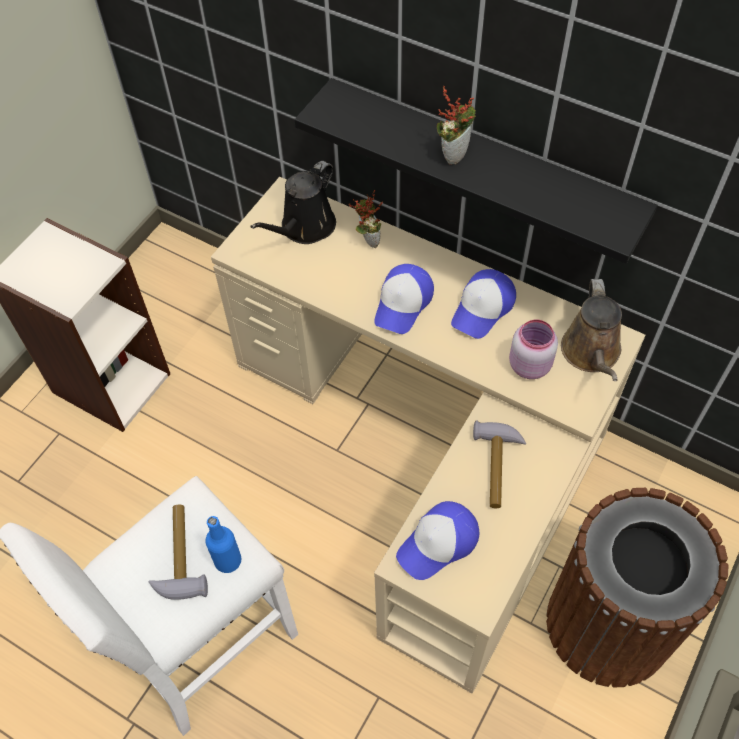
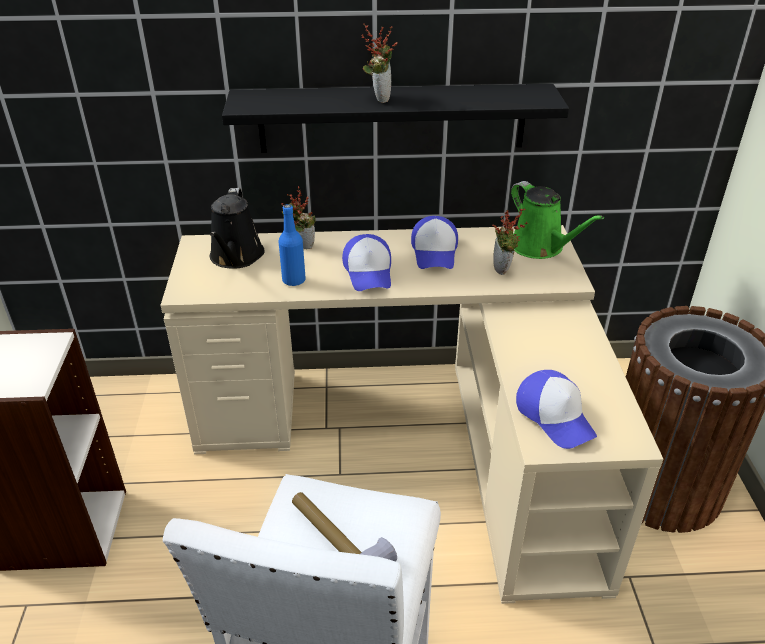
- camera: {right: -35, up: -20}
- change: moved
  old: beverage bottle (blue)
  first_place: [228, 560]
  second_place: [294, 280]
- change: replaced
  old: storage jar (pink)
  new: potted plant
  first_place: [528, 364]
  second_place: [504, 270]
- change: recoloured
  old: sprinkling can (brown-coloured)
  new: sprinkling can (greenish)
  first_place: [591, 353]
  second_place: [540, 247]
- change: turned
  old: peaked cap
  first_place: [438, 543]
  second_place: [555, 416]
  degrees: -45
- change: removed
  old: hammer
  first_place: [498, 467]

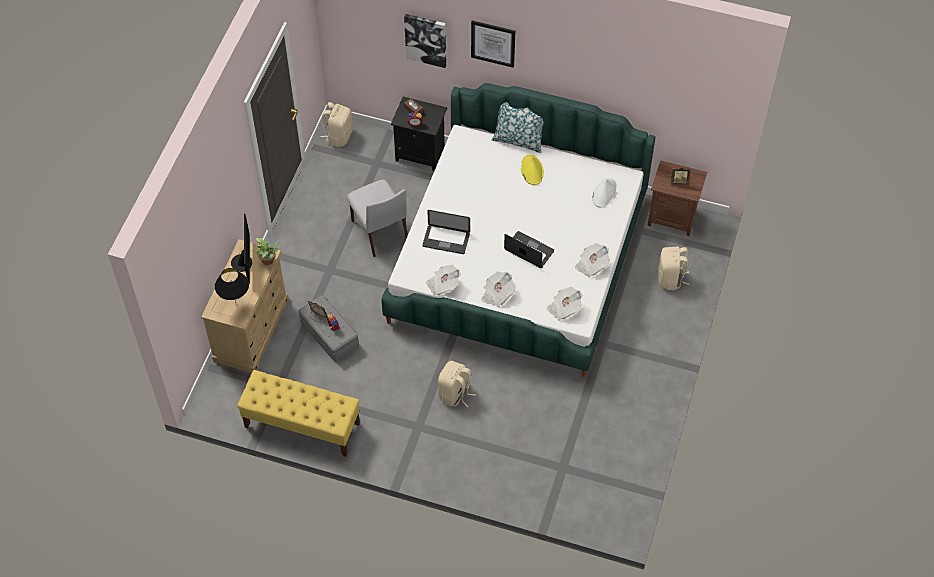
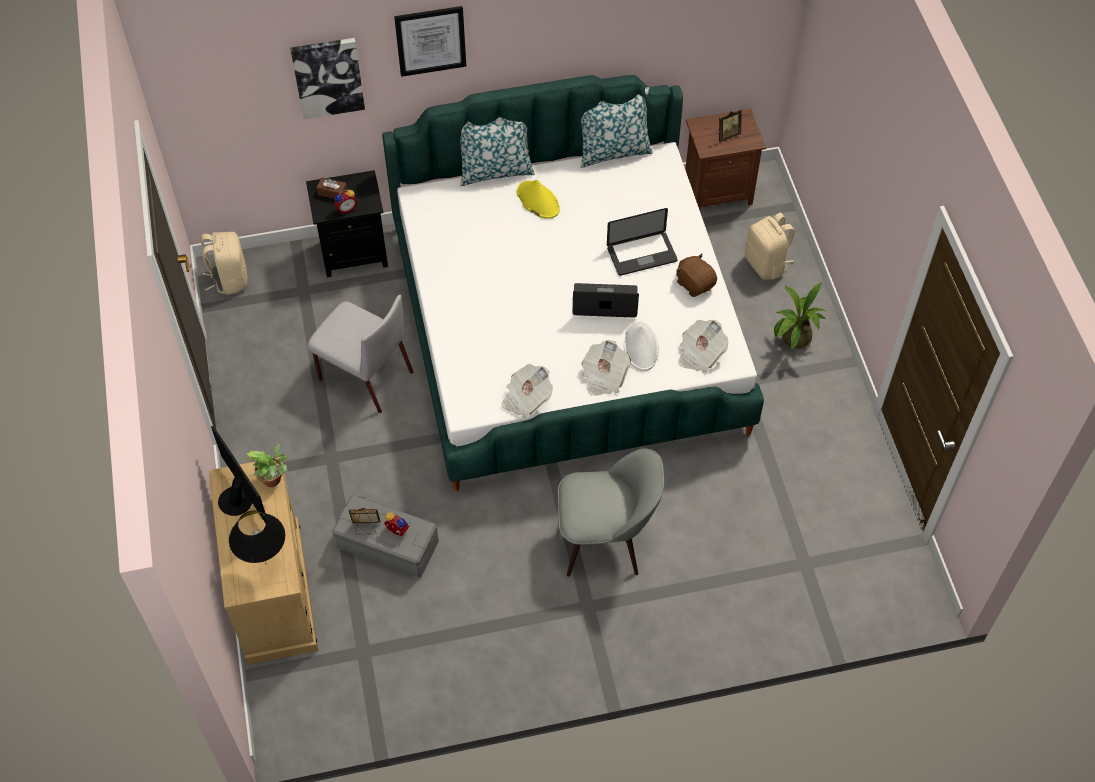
- camera: {right: -30, up: 0}
- change: replaced
  old: rucksack (sand-coloured)
  new: plain chair (grey)
  first_place: [455, 394]
  second_place: [605, 539]
- change: added
  new: throw pillow
  second_place: [613, 151]
- change: moved
  old: portable computer
  first_place: [446, 240]
  second_place: [641, 254]
- change: moved
  old: clothing hat (white-coloured)
  first_place: [604, 193]
  second_place: [640, 347]
- change: replaced
  old: daily paper
  new: soft toy (brown-coloured)
  first_place: [591, 265]
  second_place: [695, 284]
- change: added
  new: potted plant
  second_place: [793, 340]
- change: removed
  old: long seat (yellow-coloured)
  first_place: [301, 425]

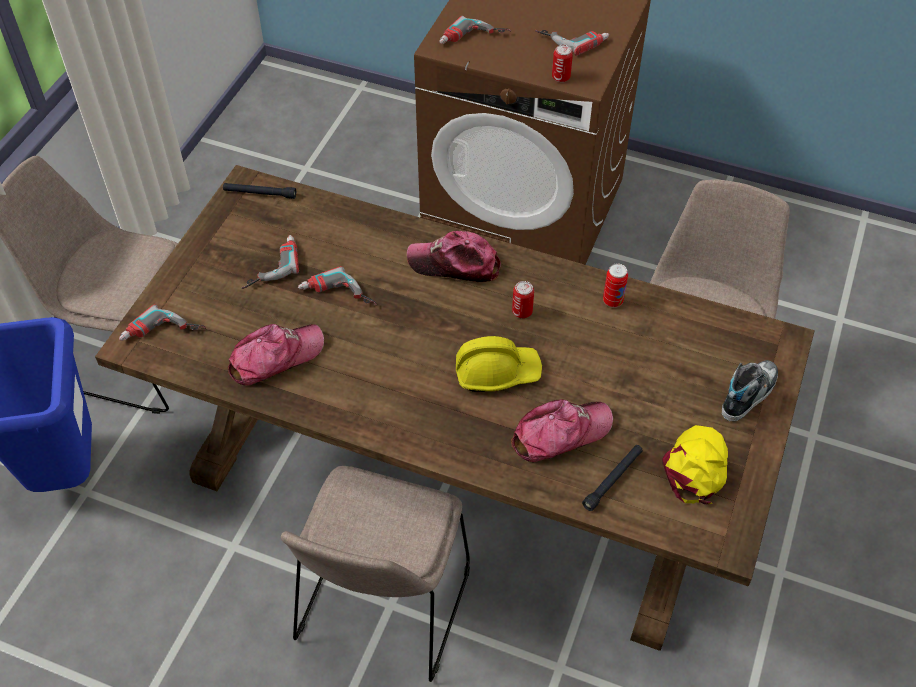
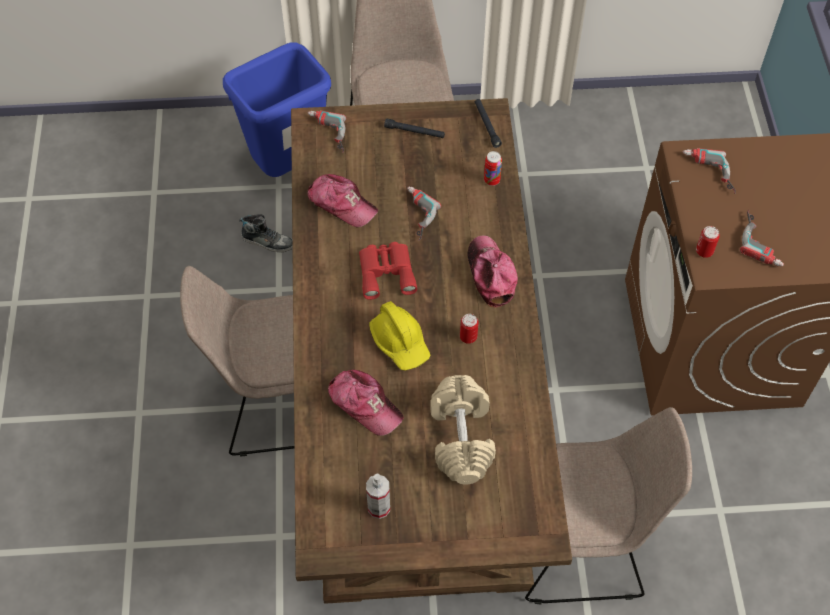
- camera: {right: 65, up: 5}
- change: moved
  old: item of footwear
  first_place: [748, 394]
  second_place: [267, 241]
- change: added
  new: pair of binoculars (red)
  second_place: [386, 271]
- change: replaced
  old: peaked cap (yellow-coloured)
  new: hand sprayer
  first_place: [696, 467]
  second_place: [379, 508]
- change: moved
  old: flashlight (black)
  first_place: [613, 479]
  second_place: [414, 132]
- change: added
  new: free weight (sand-coloured)
  second_place: [462, 438]
- change: moved
  old: can
  first_place: [612, 301]
  second_place: [491, 180]
- change: removed
  old: electric drill
  first_place: [269, 265]

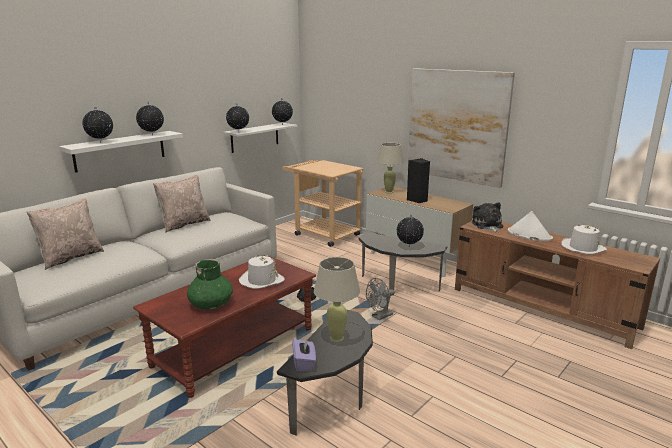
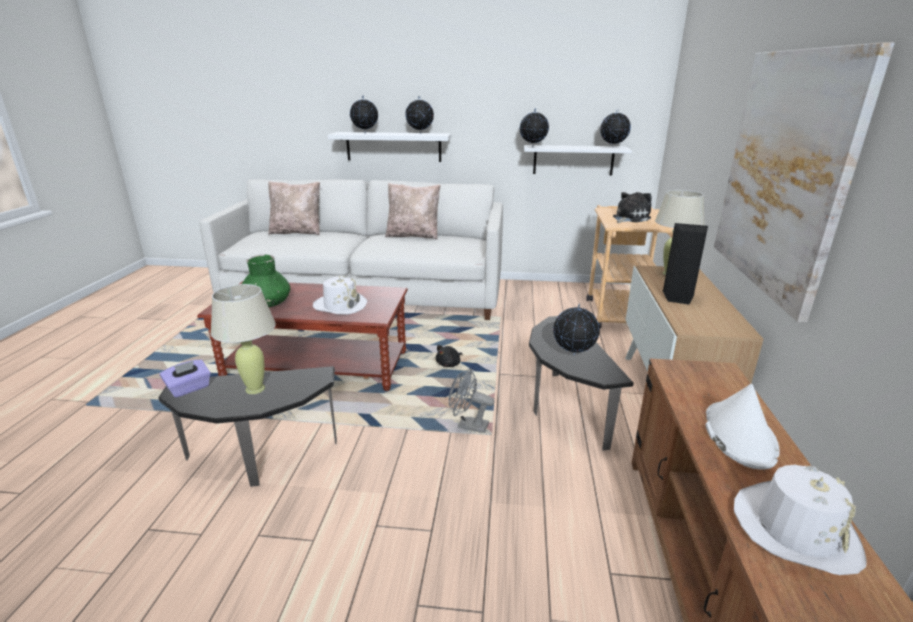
- camera: {right: 55, up: 5}
- change: moved
  old: soft toy
  first_place: [487, 225]
  second_place: [629, 218]

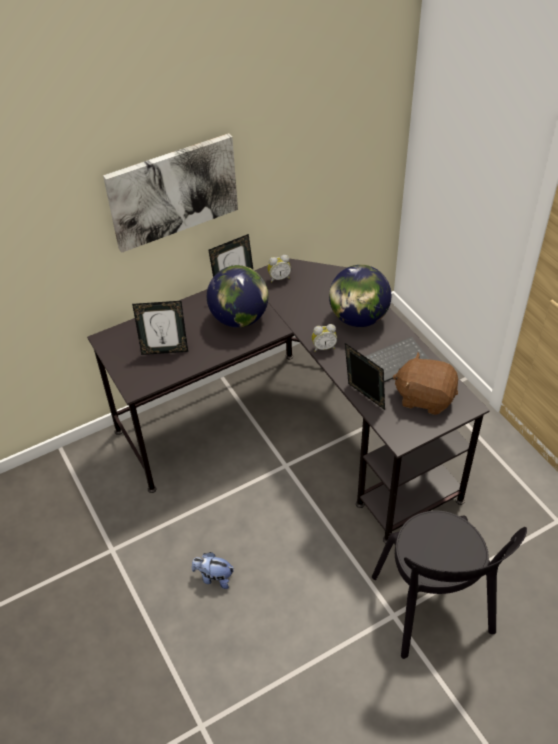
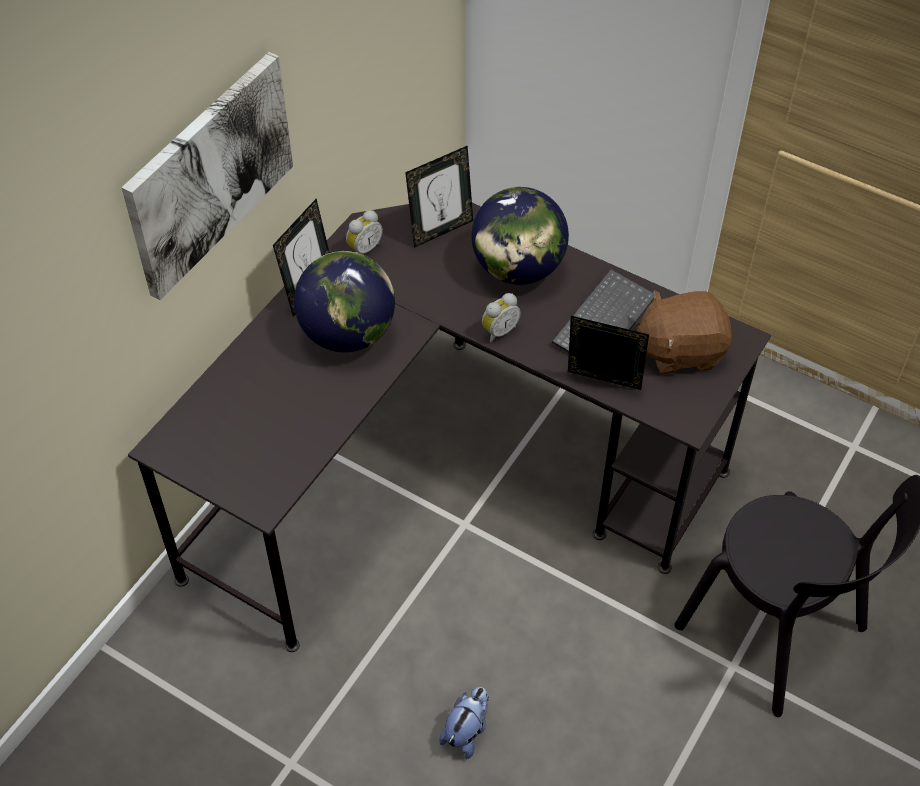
- camera: {right: -30, up: 5}
- change: moved
  old: picture frame
  first_place: [164, 350]
  second_place: [440, 230]
- change: turned
  old: soft toy
  first_place: [214, 577]
  second_place: [467, 731]
  degrees: 135

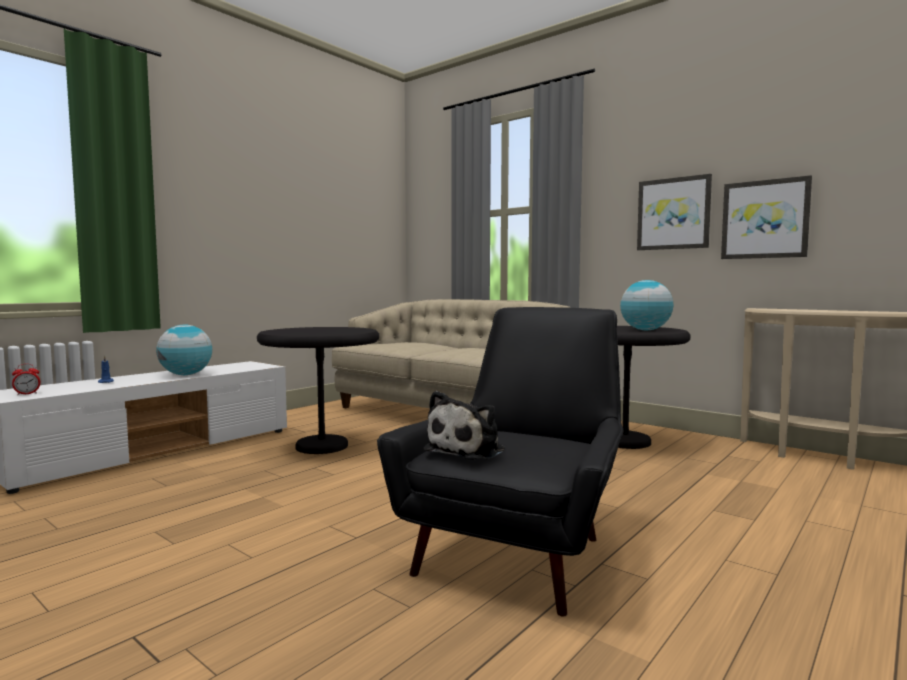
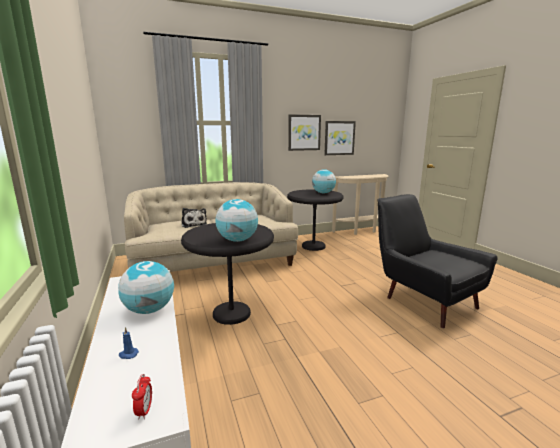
- camera: {right: -60, up: 10}
- change: moved
  old: soft toy
  first_place: [468, 450]
  second_place: [193, 224]
- change: added
  new: globe
  second_place: [237, 240]

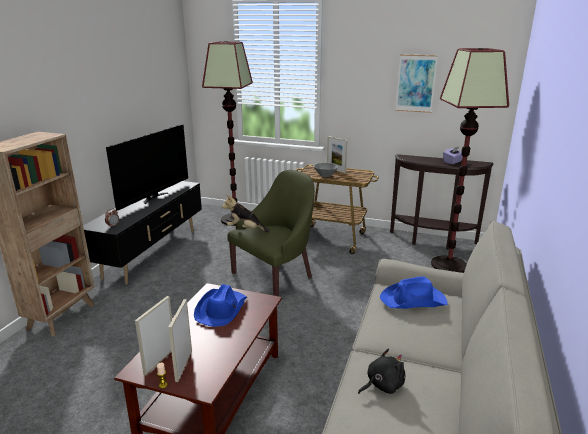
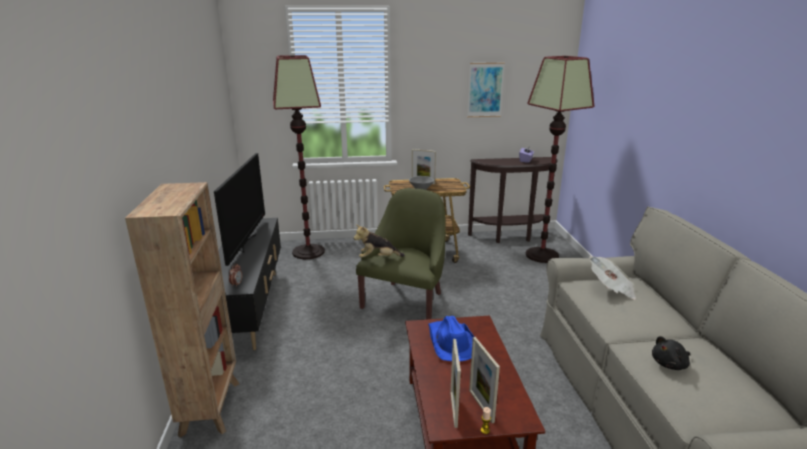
- camera: {right: -25, up: 0}
- change: replaced
  old: clothing hat (blue)
  new: daily paper
  first_place: [414, 300]
  second_place: [611, 289]
- change: turned
  old: soft toy (black)
  first_place: [382, 385]
  second_place: [670, 364]
  degrees: -150

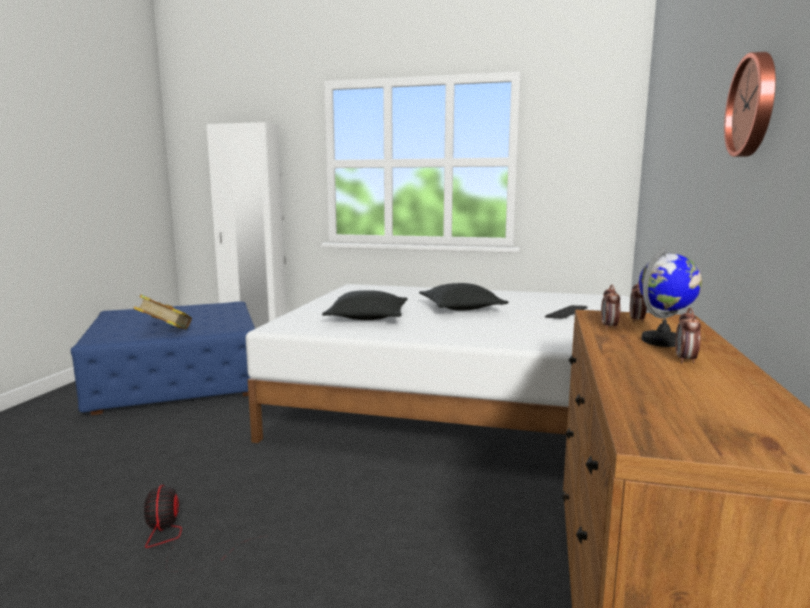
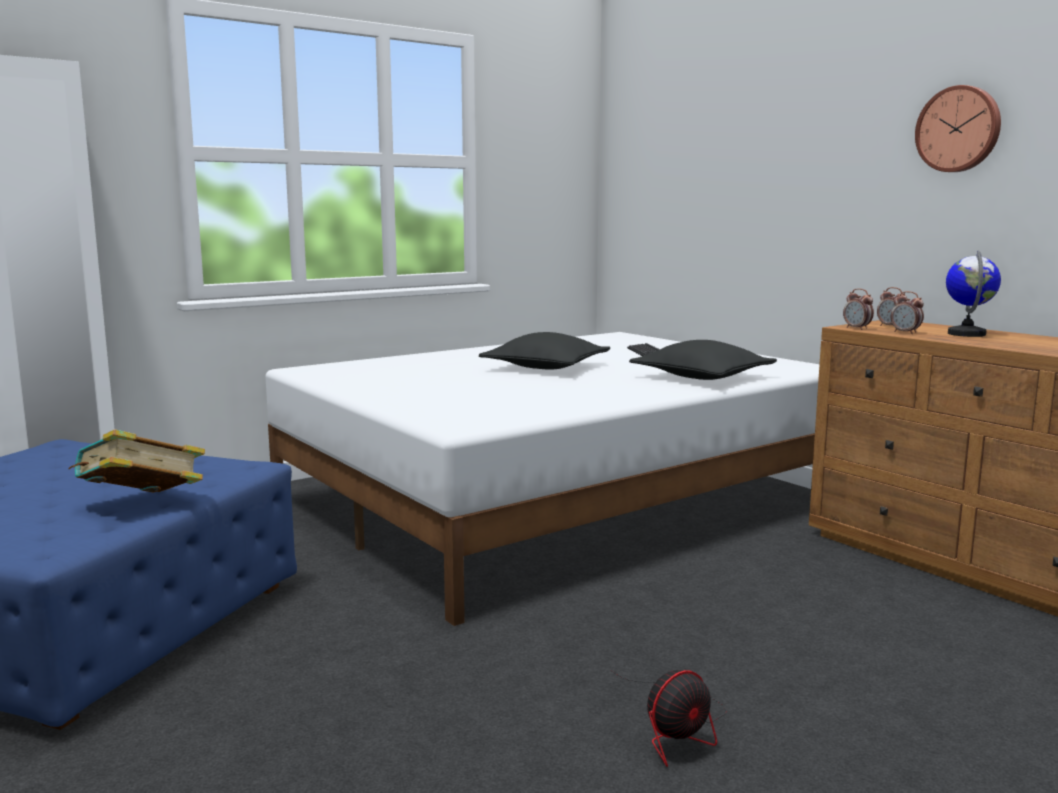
- camera: {right: -50, up: 0}
- change: turned
  old: electric fan
  first_place: [179, 542]
  second_place: [677, 728]
  degrees: -60
- change: moved
  old: throw pillow (black)
  first_place: [367, 317]
  second_place: [702, 377]
- change: moved
  old: table clock
  first_place: [685, 360]
  second_place: [857, 328]

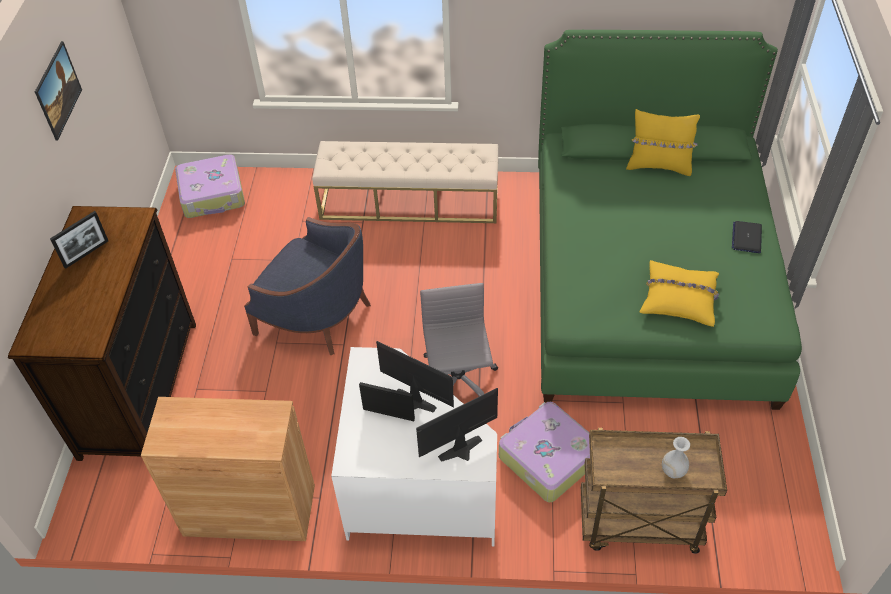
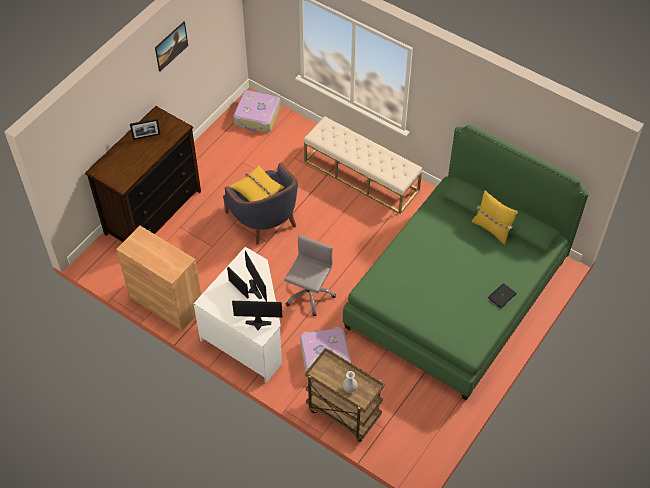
- camera: {right: 30, up: 5}
- change: moved
  old: throw pillow (yellow-coloured)
  first_place: [679, 298]
  second_place: [257, 190]

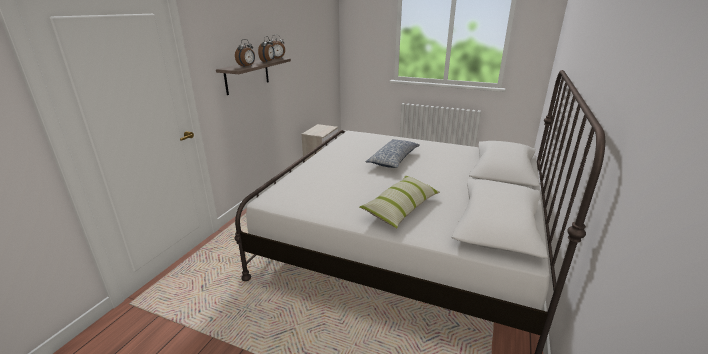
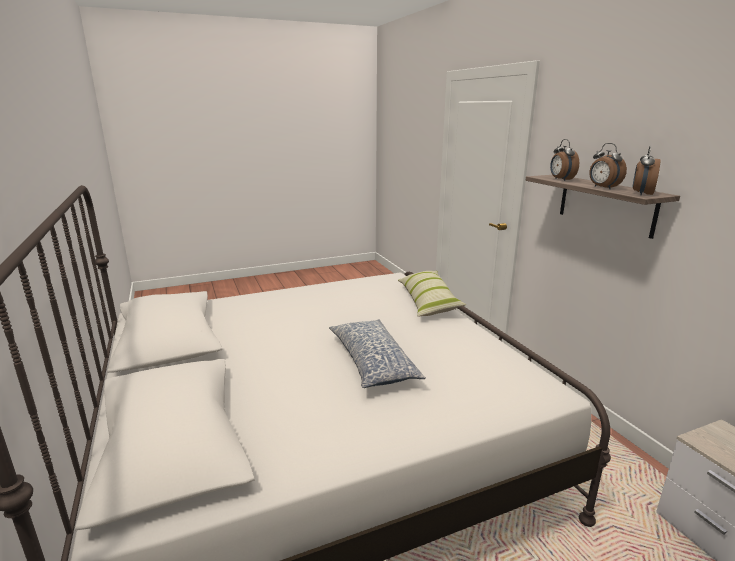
- camera: {right: 135, up: -5}
- change: moved
  old: throw pillow
  first_place: [401, 208]
  second_place: [428, 302]

